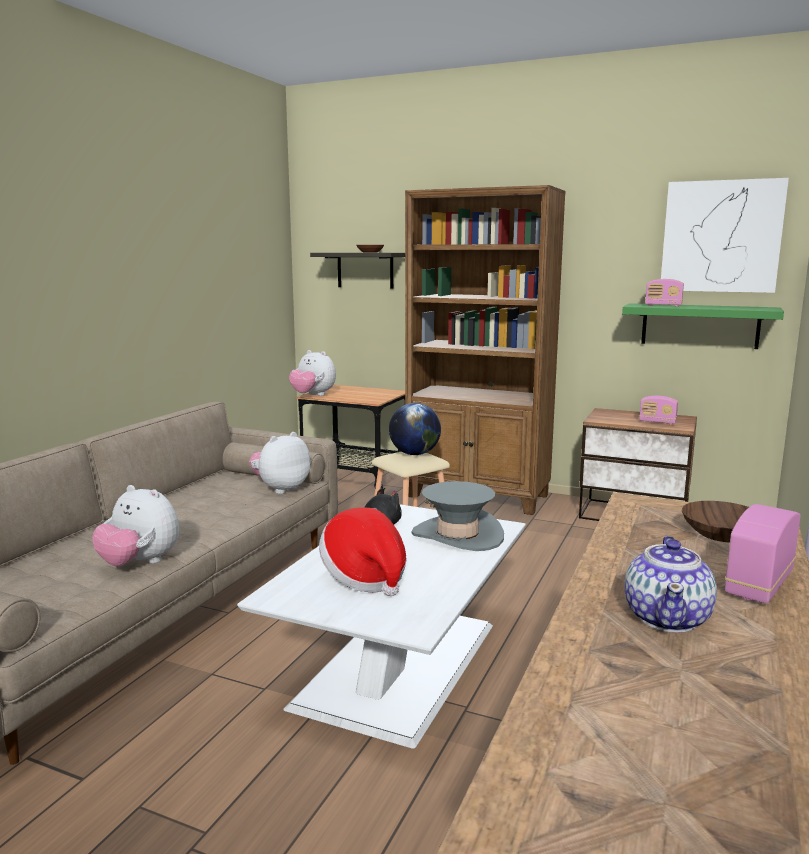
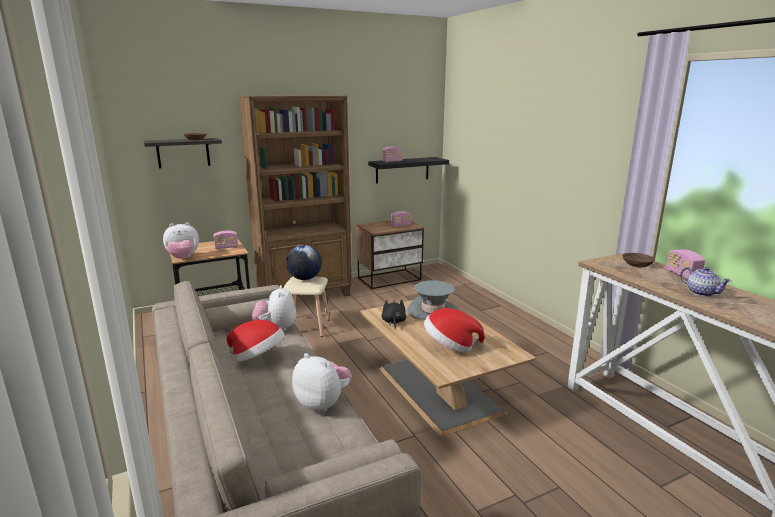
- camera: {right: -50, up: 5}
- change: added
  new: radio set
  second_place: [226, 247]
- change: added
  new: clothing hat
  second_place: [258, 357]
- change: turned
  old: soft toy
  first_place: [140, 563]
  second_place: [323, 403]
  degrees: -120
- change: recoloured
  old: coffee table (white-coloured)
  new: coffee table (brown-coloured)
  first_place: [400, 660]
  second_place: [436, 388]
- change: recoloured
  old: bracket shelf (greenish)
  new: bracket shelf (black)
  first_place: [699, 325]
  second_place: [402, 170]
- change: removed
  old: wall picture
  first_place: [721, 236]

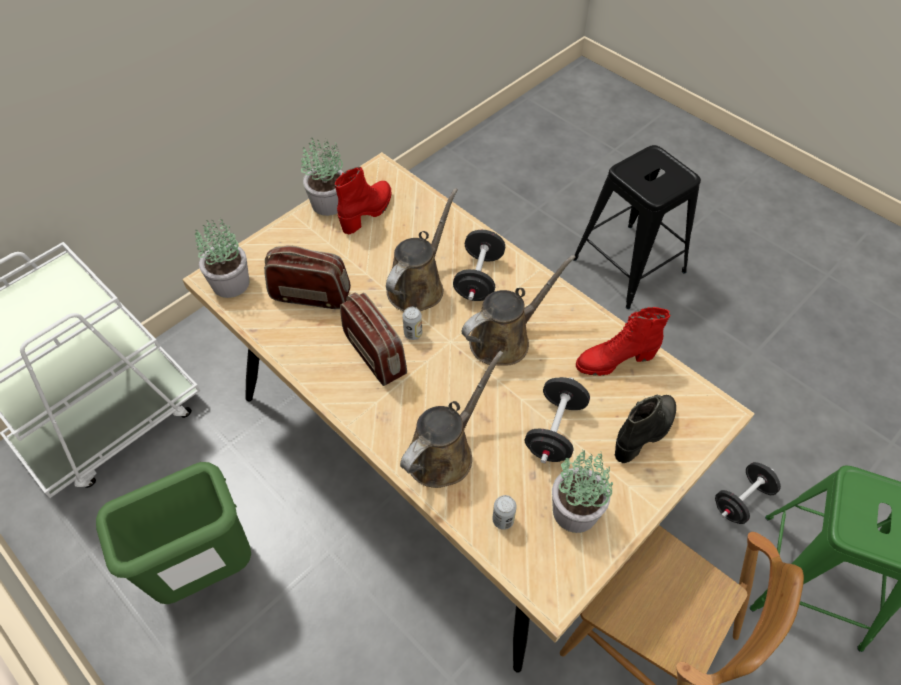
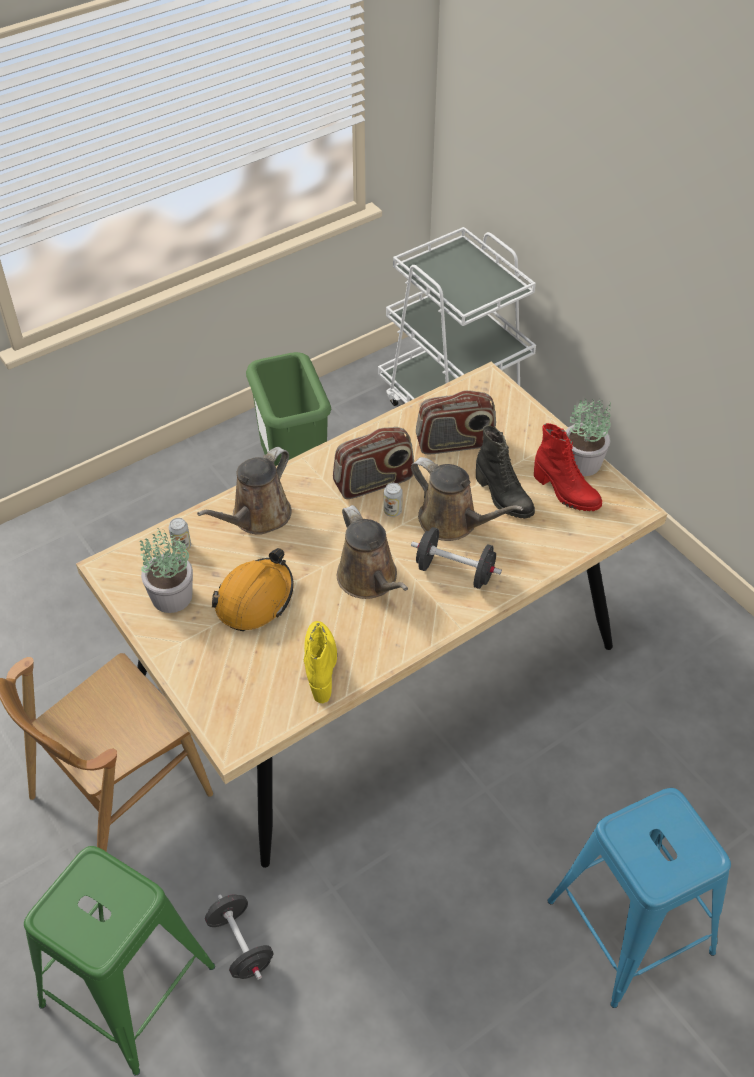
- camera: {right: 100, up: -5}
- change: turned
  old: sprinkling can (brown-coloured)
  first_place: [444, 452]
  second_place: [257, 517]
  degrees: 75
- change: replaced
  old: free weight (black)
  new: work helmet (orangey)
  first_place: [555, 430]
  second_place: [255, 599]
- change: recoloured
  old: high-top boot (red)
  new: high-top boot (yellow-coloured)
  first_place: [614, 360]
  second_place: [321, 666]
- change: turned
  old: radio set
  first_place: [311, 295]
  second_place: [455, 443]
  degrees: 60
- change: moved
  old: high-top boot (black)
  first_place: [644, 433]
  second_place: [502, 497]
- change: recoloured
  old: sitting stool (black)
  new: sitting stool (blue)
  first_place: [628, 266]
  second_place: [629, 926]
- change: removed
  old: potted plant
  first_place: [231, 283]

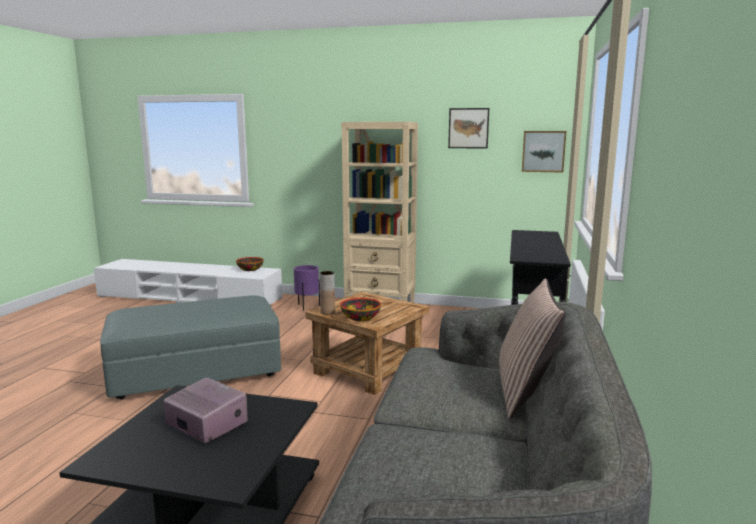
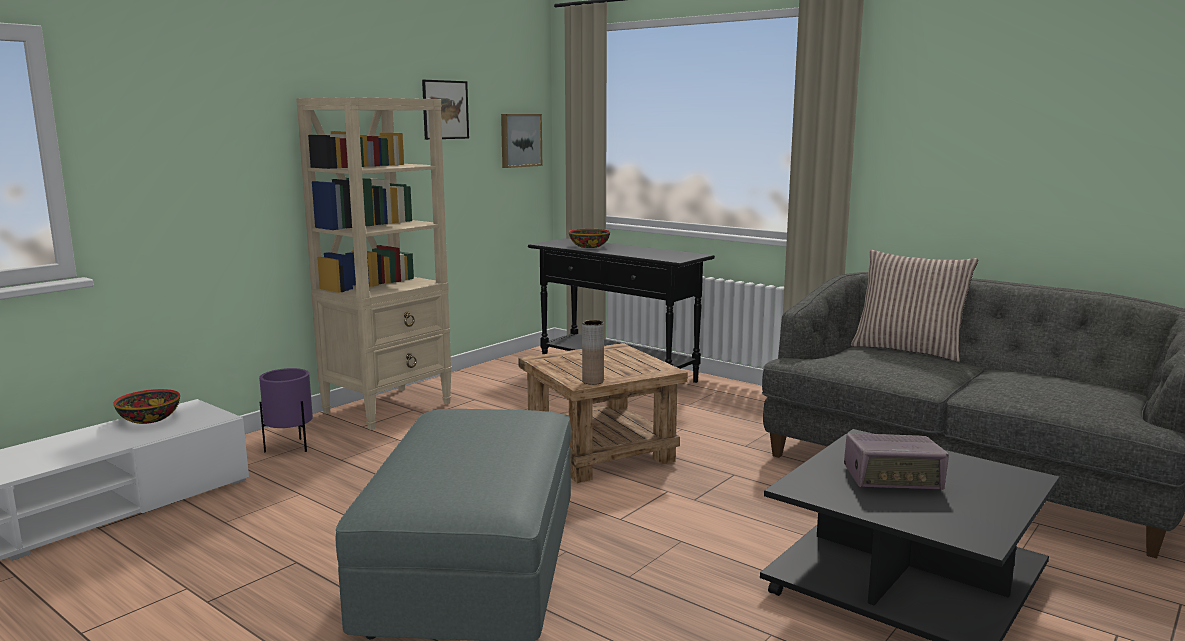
- camera: {right: -65, up: 0}
- change: moved
  old: bowl
  first_place: [360, 318]
  second_place: [589, 246]
- change: turned
  old: radio set
  first_place: [207, 424]
  second_place: [893, 479]
  degrees: -150

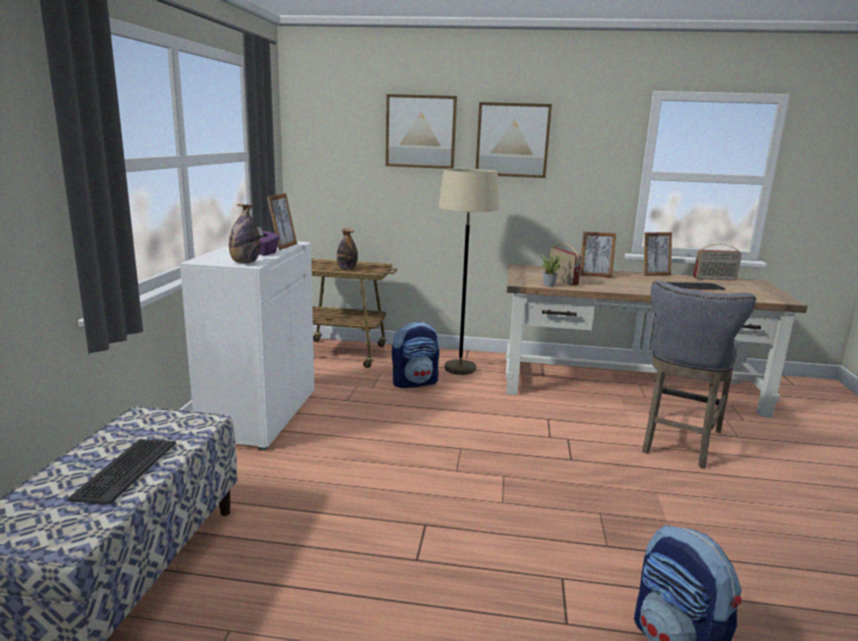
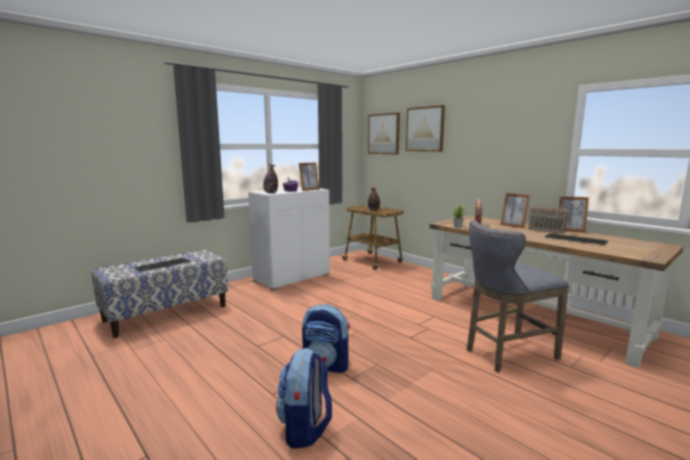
- camera: {right: 40, up: -5}
- change: moved
  old: rucksack
  first_place: [415, 382]
  second_place: [326, 365]
- change: moved
  old: wall picture
  first_place: [512, 140]
  second_place: [384, 134]
- change: moved
  old: radio set
  first_place: [715, 279]
  second_place: [546, 231]
- change: removed
  old: standard lamp (sand-coloured)
  first_place: [460, 368]

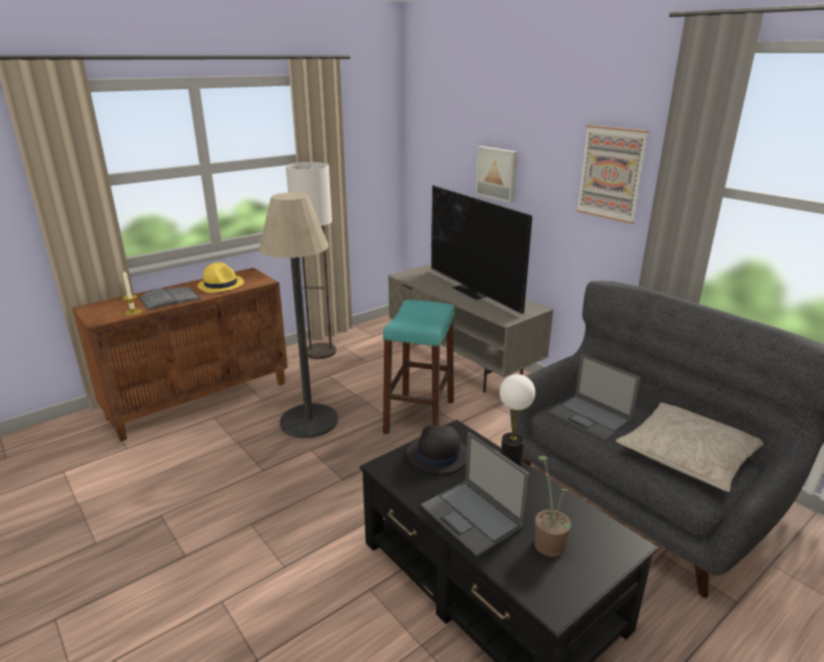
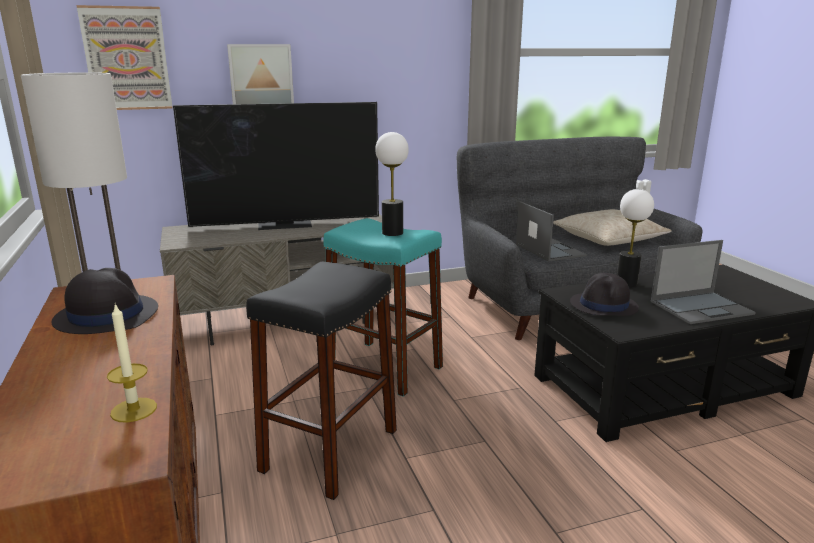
- camera: {right: -70, up: -5}
- change: recoloured
  old: clothing hat (yellow-coloured)
  new: clothing hat (black)
  first_place: [221, 284]
  second_place: [106, 315]
- change: moved
  old: wall picture
  first_place: [611, 173]
  second_place: [127, 59]
- change: replaced
  old: standard lamp
  new: sitting stool (black)
  first_place: [309, 421]
  second_place: [330, 450]
- change: added
  new: tabletop lamp
  second_place: [392, 233]
- change: turned
  old: portable computer
  first_place: [591, 417]
  second_place: [549, 250]
  degrees: -90
- change: removed
  old: volume (grey)
  first_place: [169, 299]
- change: removed
  old: potted plant
  first_place: [549, 541]

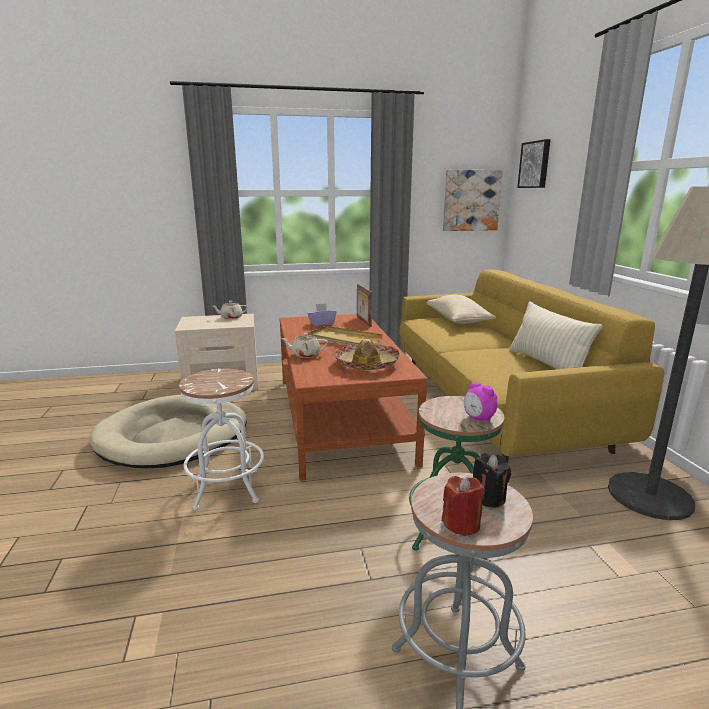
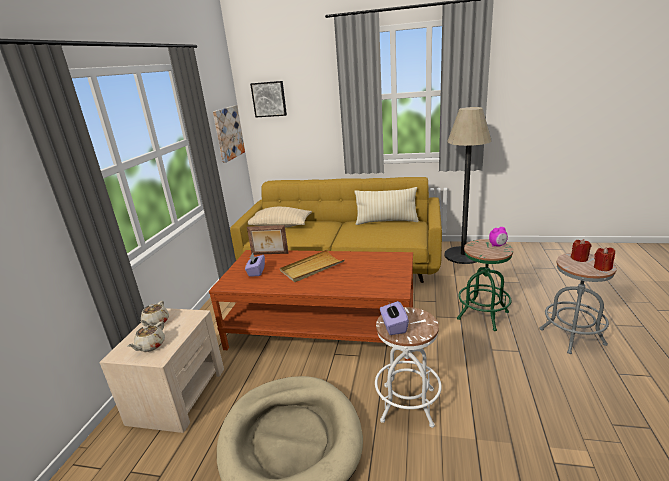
- camera: {right: -65, up: 5}
- change: moved
  old: tea pot (sand-coloured)
  first_place: [305, 354]
  second_place: [150, 346]
- change: added
  new: tissue holder (purple)
  second_place: [393, 326]
- change: recoloured
  old: wax light (black)
  new: wax light (red)
  first_place: [488, 497]
  second_place: [579, 258]
- change: removed
  old: clothing hat
  first_place: [367, 364]

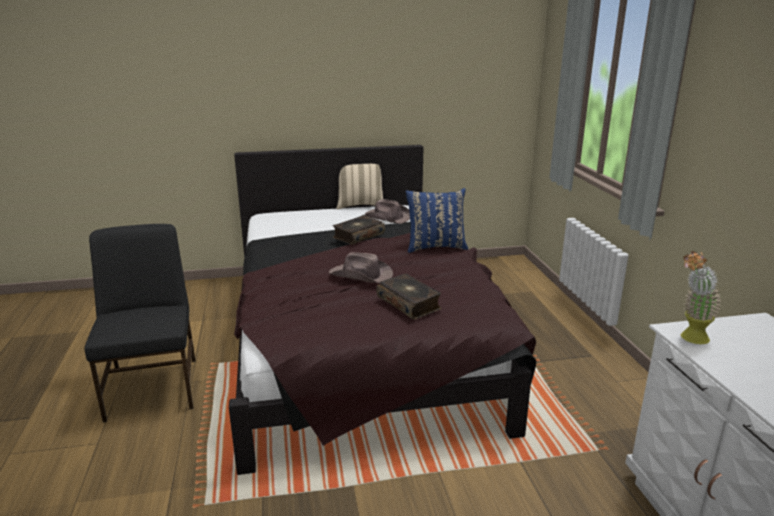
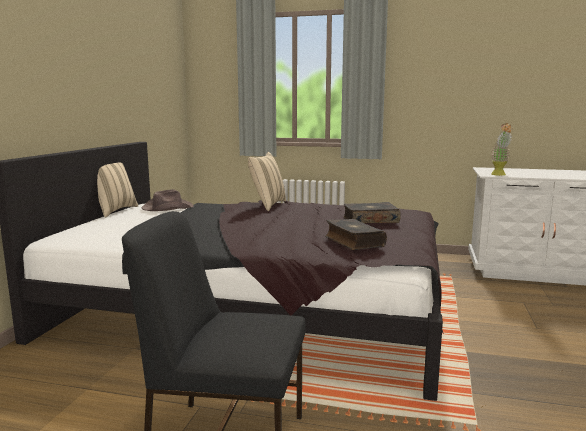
- camera: {right: -65, up: -10}
- change: recoloured
  old: throw pillow (blue)
  new: throw pillow (sand-coloured)
  first_place: [435, 247]
  second_place: [267, 205]
- change: moved
  old: volume
  first_place: [358, 236]
  second_place: [353, 242]
- change: removed
  old: clothing hat (brown-coloured)
  first_place: [361, 275]

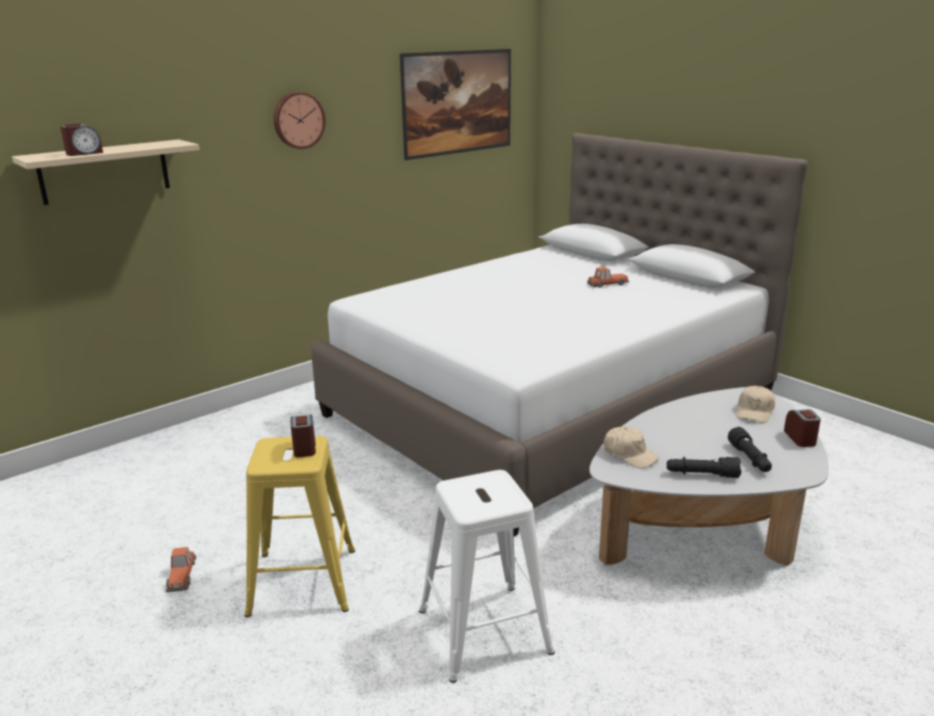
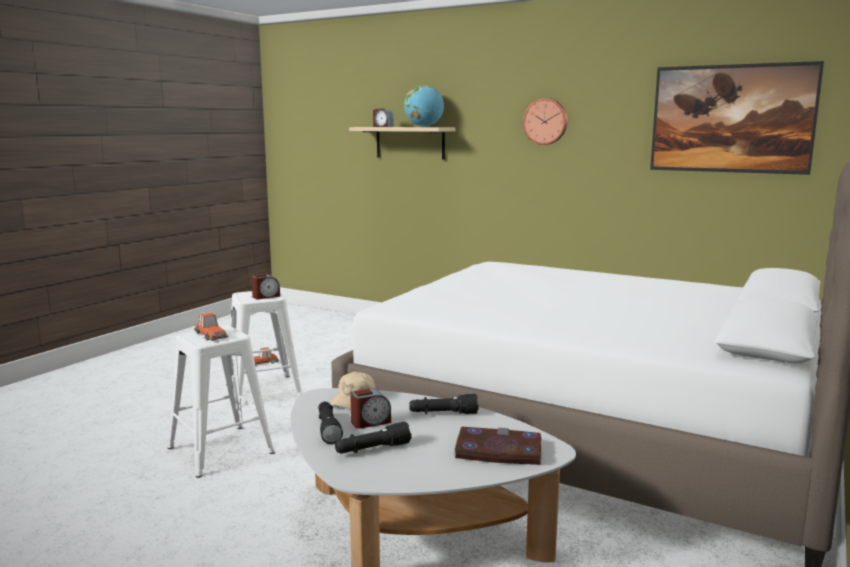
- camera: {right: 70, up: -10}
- change: moved
  old: toy car
  first_place: [607, 284]
  second_place: [211, 335]
- change: recoloured
  old: sitting stool (yellow-coloured)
  new: sitting stool (white-coloured)
  first_place: [301, 580]
  second_place: [264, 390]
- change: moved
  old: table clock
  first_place: [800, 438]
  second_place: [370, 422]
- change: added
  new: globe
  second_place: [424, 126]
- change: added
  new: flashlight (black)
  second_place: [443, 413]
- change: replaced
  old: peaked cap (sand-coloured)
  new: volume
  first_place: [754, 411]
  second_place: [498, 451]

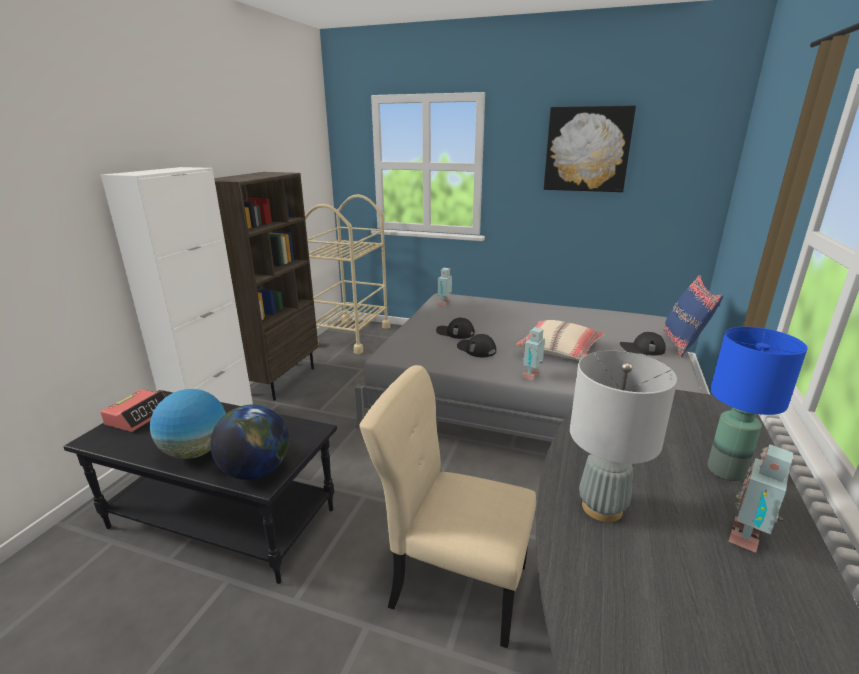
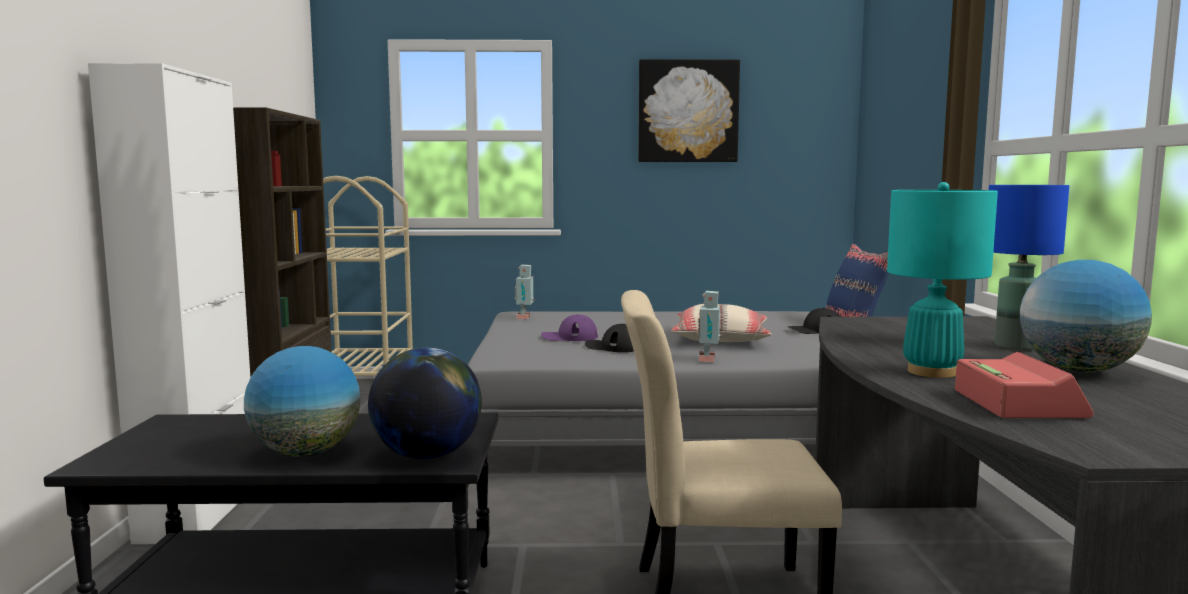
- camera: {right: -20, up: -15}
- change: recoloured
  old: peaked cap (black)
  new: peaked cap (purple)
  first_place: [455, 332]
  second_place: [569, 337]
- change: recoloured
  old: tabletop lamp (grey)
  new: tabletop lamp (blue-green)
  first_place: [602, 507]
  second_place: [931, 372]
- change: moved
  old: table clock
  first_place: [139, 416]
  second_place: [1017, 404]
- change: replaced
  old: toy robot
  new: globe
  first_place: [748, 537]
  second_place: [1078, 370]

